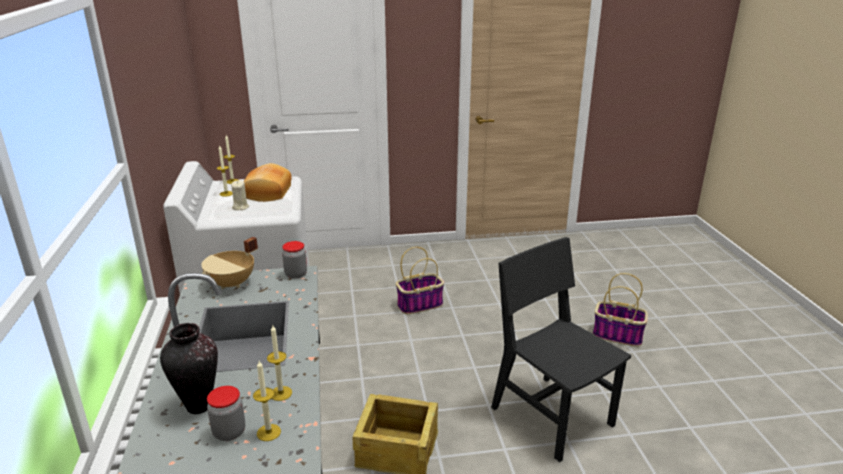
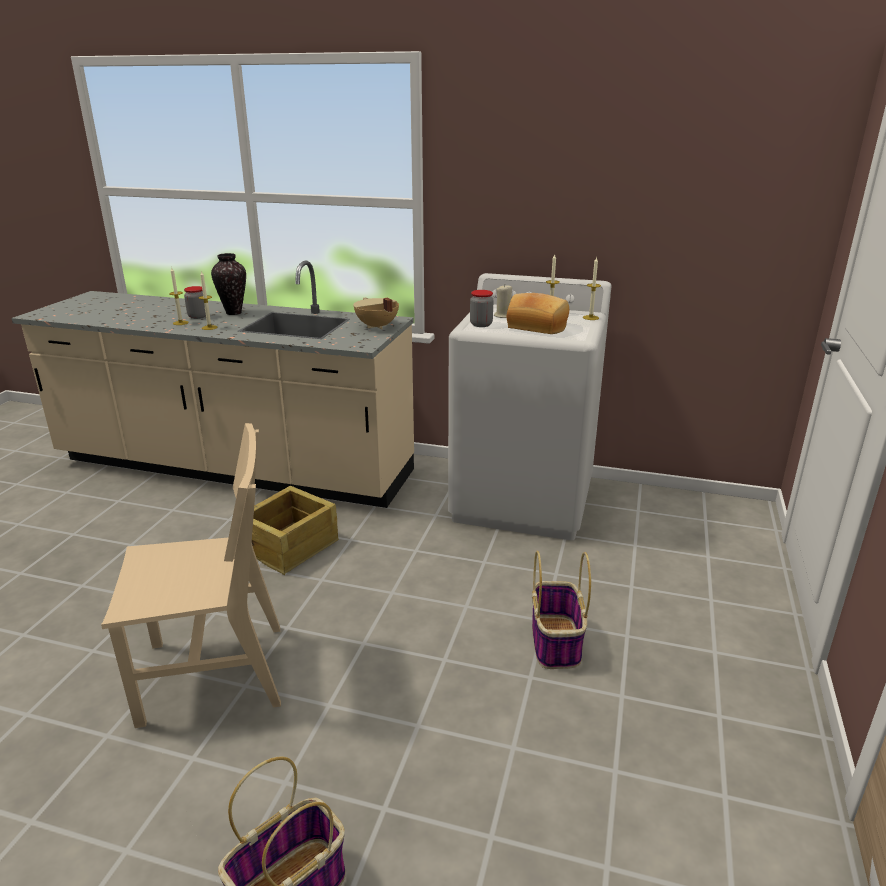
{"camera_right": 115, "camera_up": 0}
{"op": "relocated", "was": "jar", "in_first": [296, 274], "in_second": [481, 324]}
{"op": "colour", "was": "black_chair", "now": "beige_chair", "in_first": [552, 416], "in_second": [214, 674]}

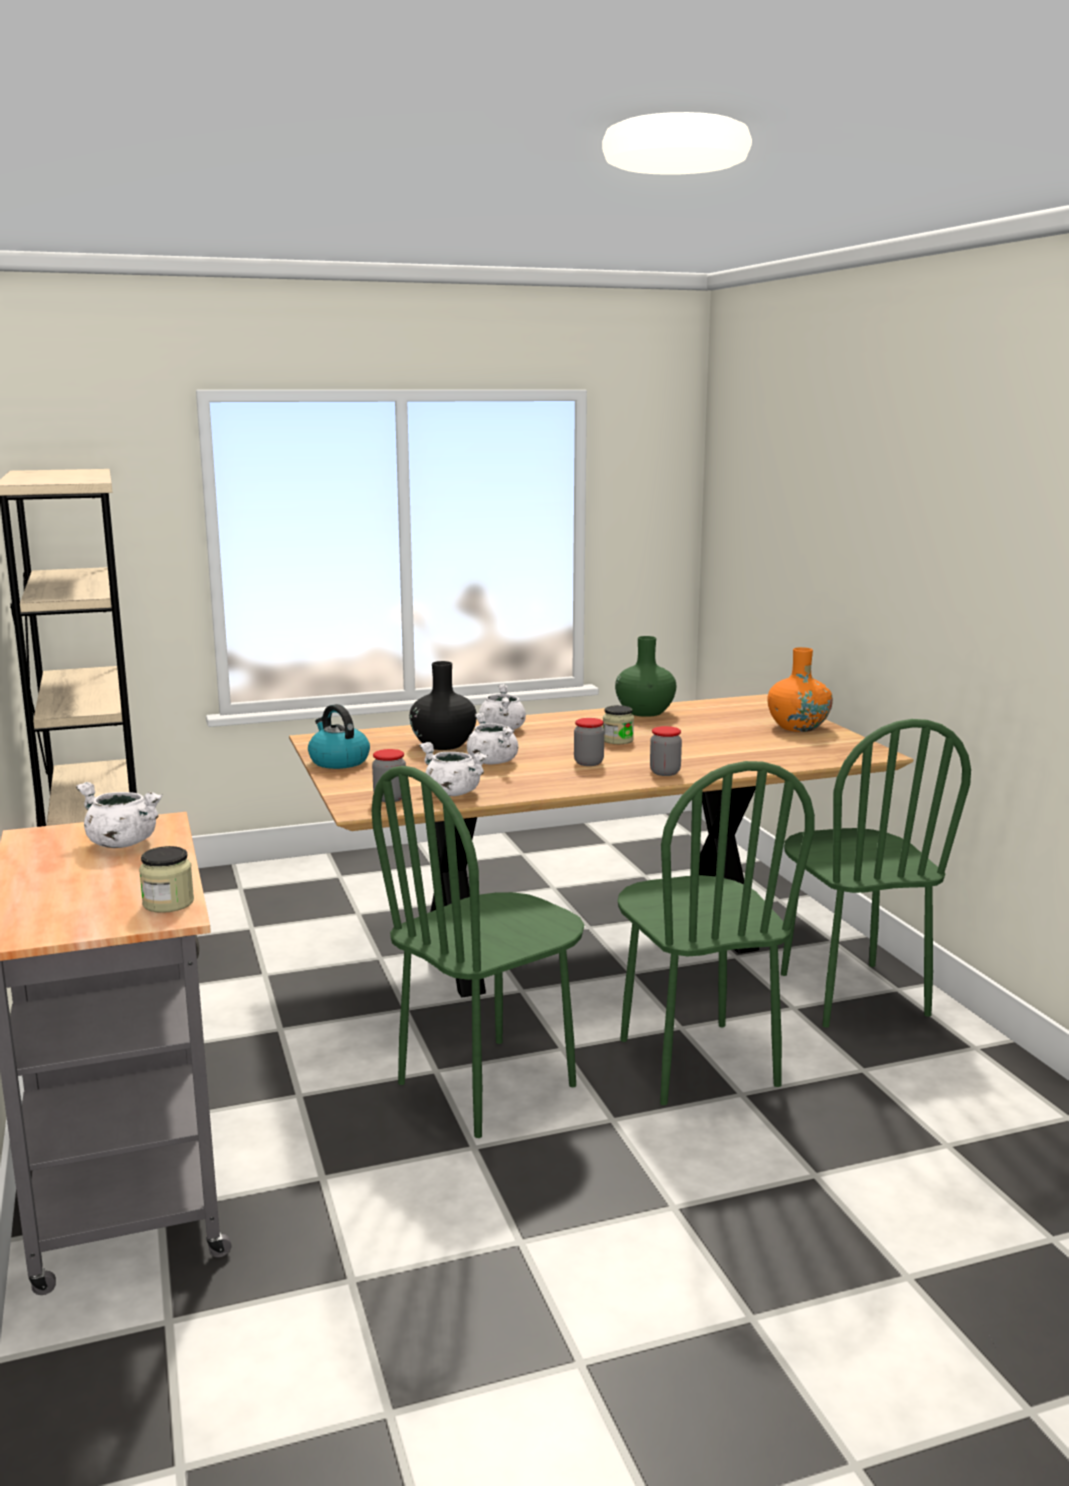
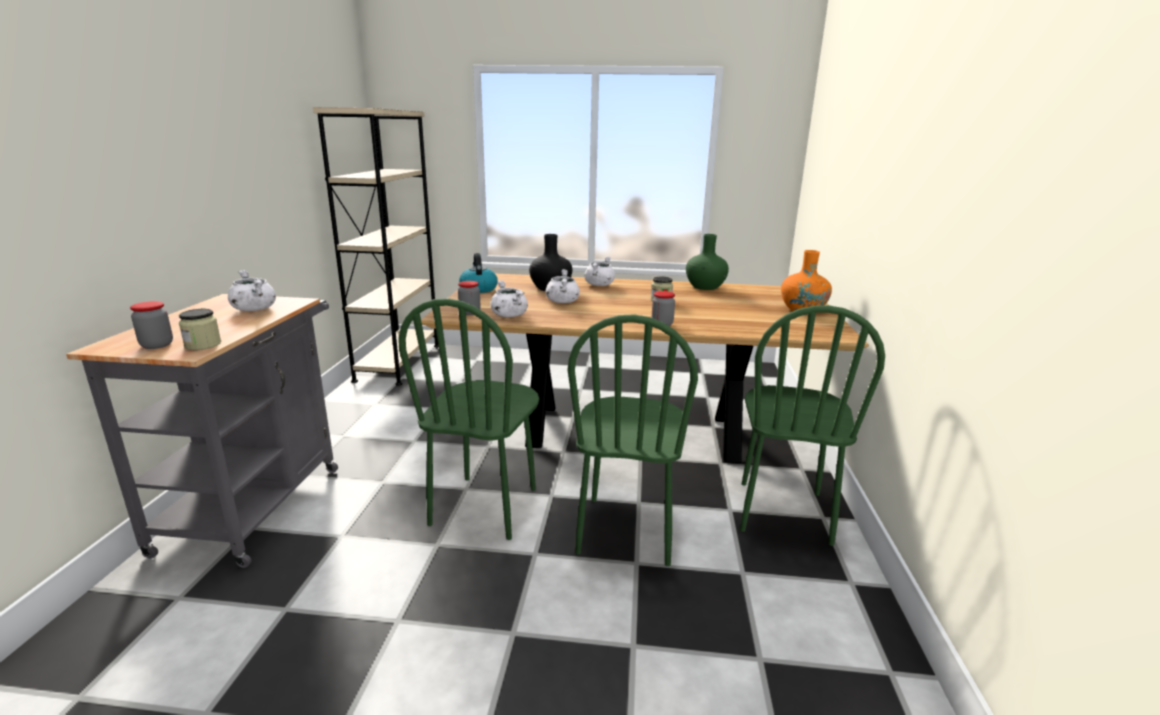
{"camera_right": 25, "camera_up": 5}
{"op": "spun", "was": "green_chair", "in_first": [487, 1085], "in_second": [485, 506], "clockwise": -60}
{"op": "relocated", "was": "jar", "in_first": [588, 763], "in_second": [157, 345]}

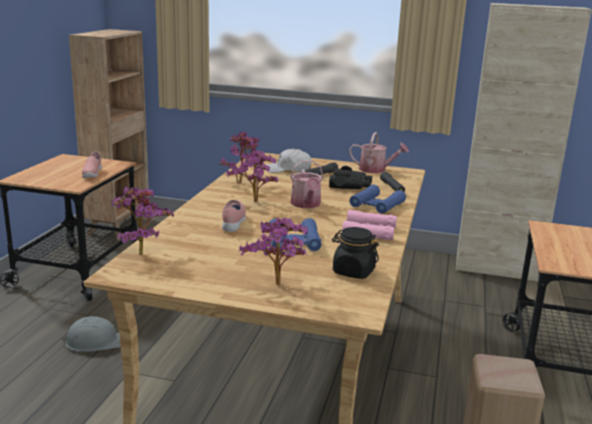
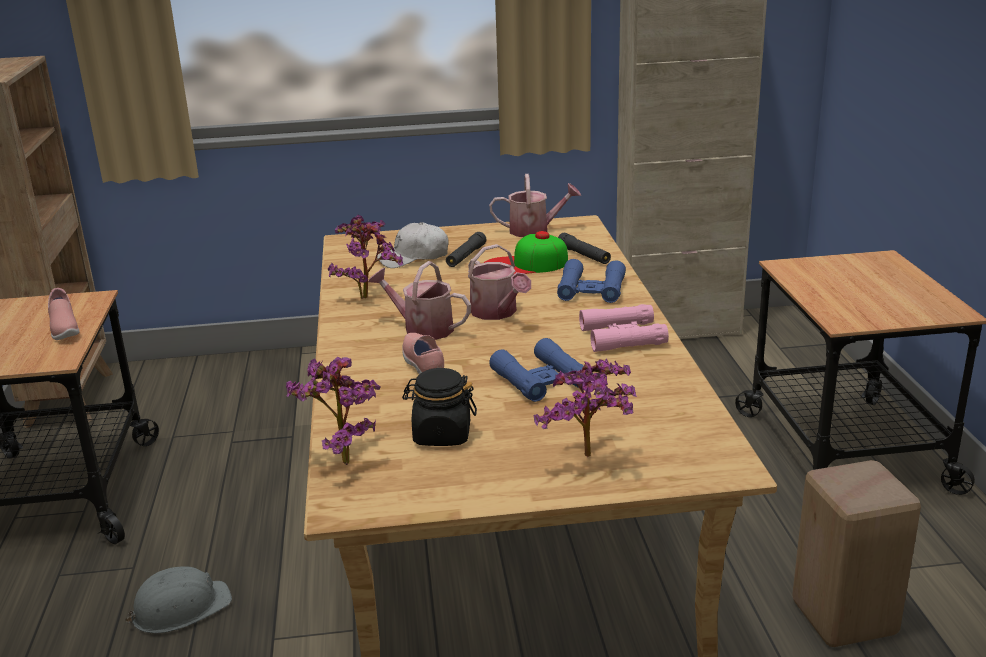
{"camera_right": -20, "camera_up": 5}
{"op": "exchanged", "was": "potted_plant", "now": "watering_can", "in_first": [254, 203], "in_second": [422, 328]}
{"op": "exchanged", "was": "black_binoculars", "now": "cap", "in_first": [350, 185], "in_second": [525, 264]}
{"op": "relocated", "was": "black_jar", "in_first": [353, 271], "in_second": [441, 435]}

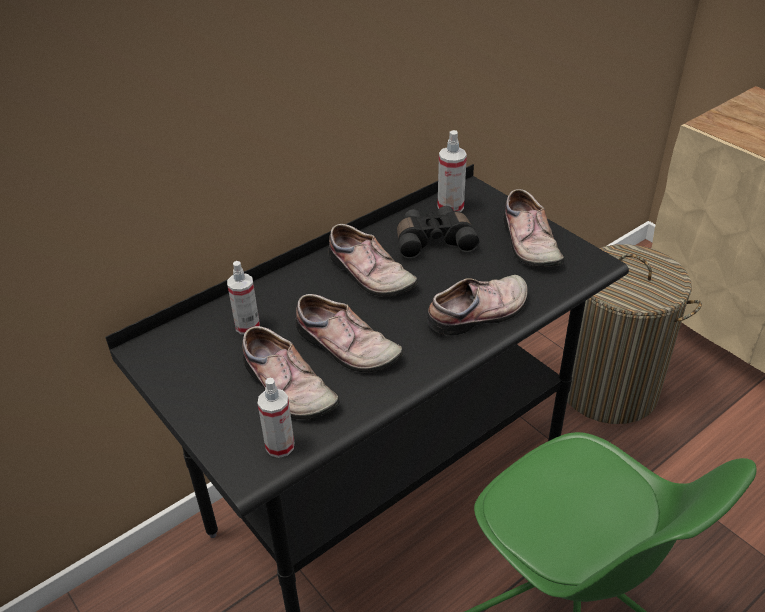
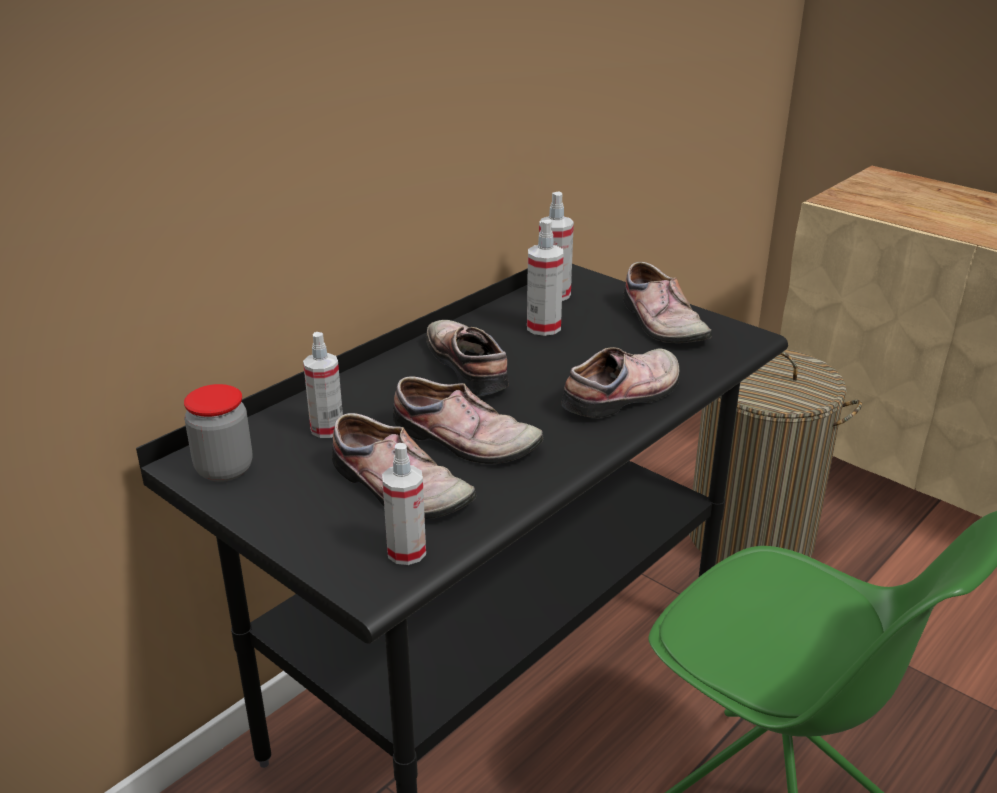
{"camera_right": -10, "camera_up": -10}
{"op": "spun", "was": "shoe", "in_first": [368, 275], "in_second": [471, 366], "clockwise": -150}
{"op": "exchanged", "was": "black_binoculars", "now": "spray_bottle", "in_first": [433, 240], "in_second": [543, 327]}
{"op": "appeared", "now": "jar", "in_second": [224, 469]}

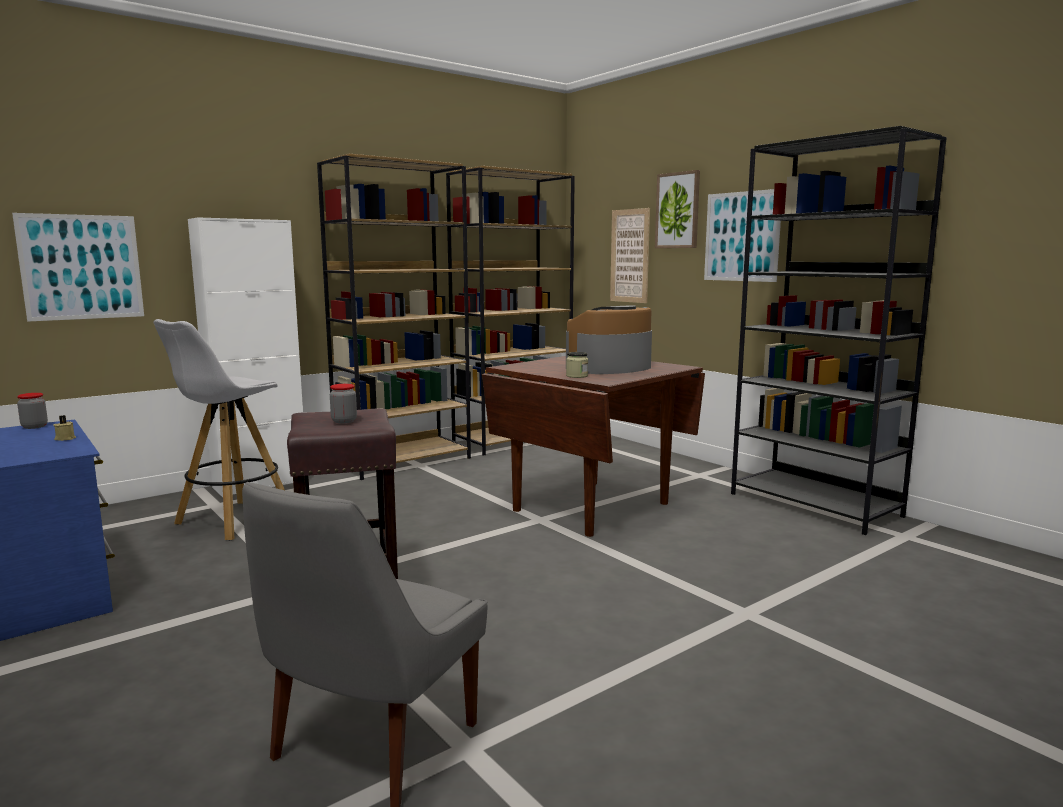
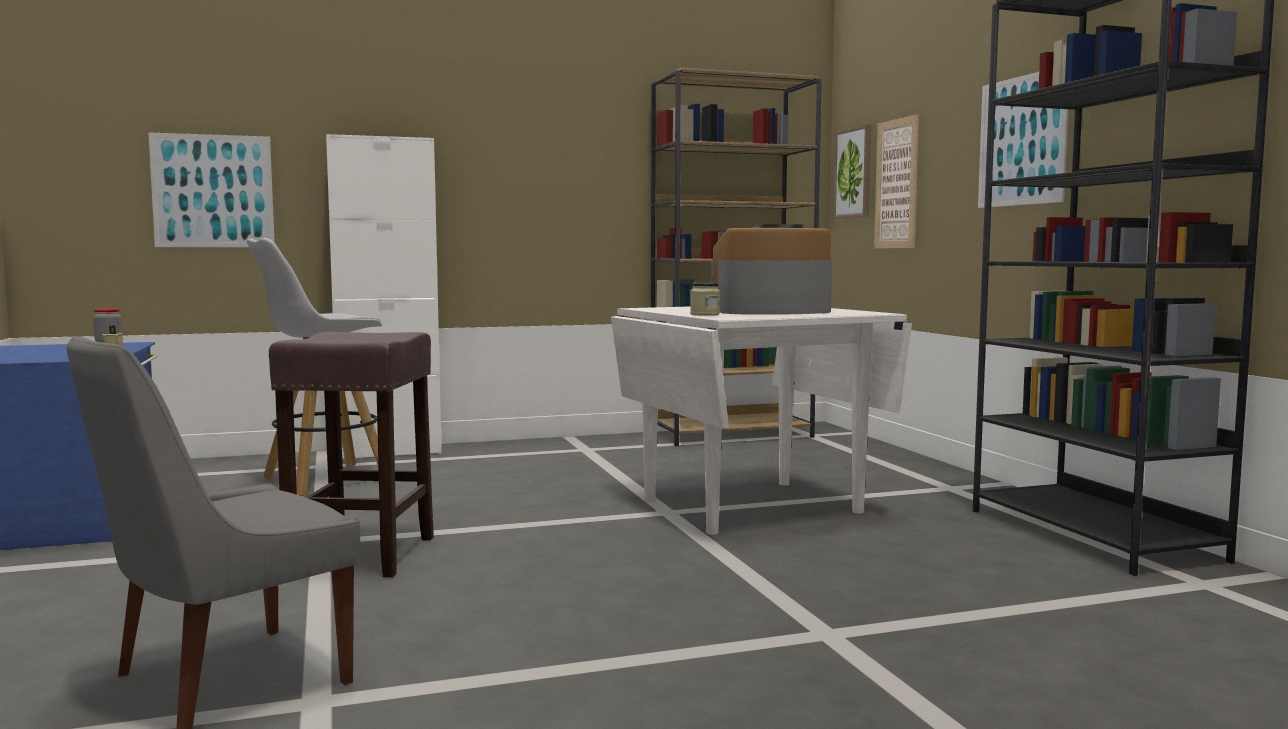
{"camera_right": 20, "camera_up": -5}
{"op": "missing", "was": "brown_bookcase", "in_first": [404, 461]}
{"op": "missing", "was": "jar", "in_first": [344, 421]}
{"op": "colour", "was": "brown_dining_table", "now": "white_dining_table", "in_first": [592, 507], "in_second": [752, 506]}
{"op": "relocated", "was": "picture", "in_first": [678, 210], "in_second": [853, 173]}

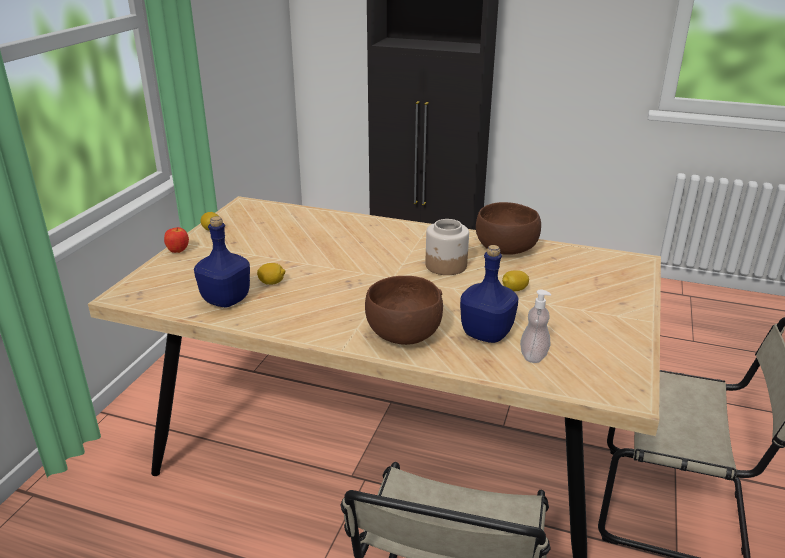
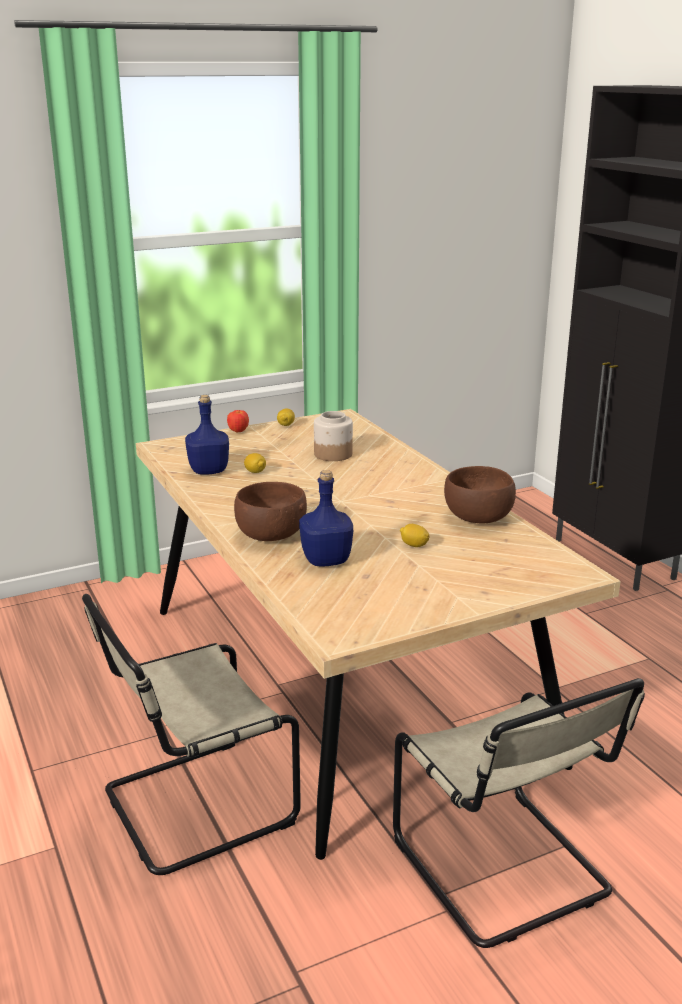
{"camera_right": 45, "camera_up": -5}
{"op": "relocated", "was": "jar", "in_first": [446, 266], "in_second": [332, 454]}
{"op": "missing", "was": "soap_dispenser", "in_first": [533, 355]}

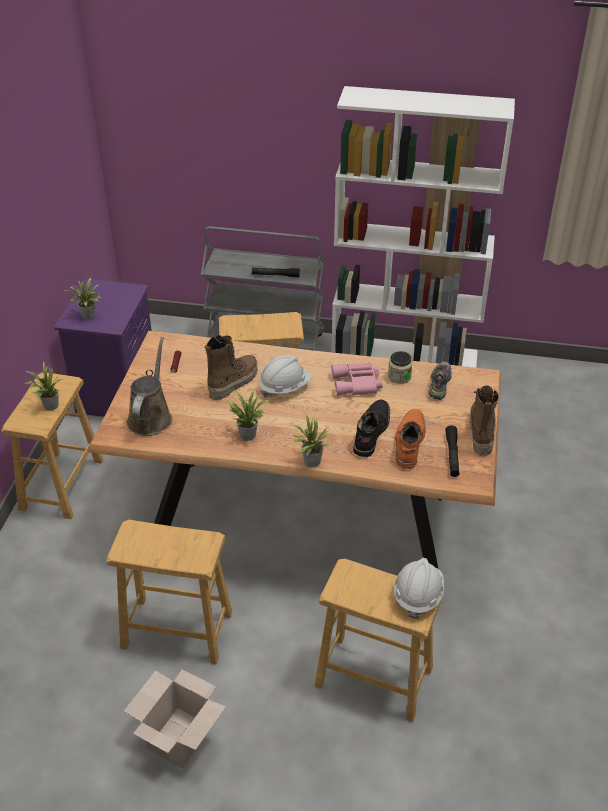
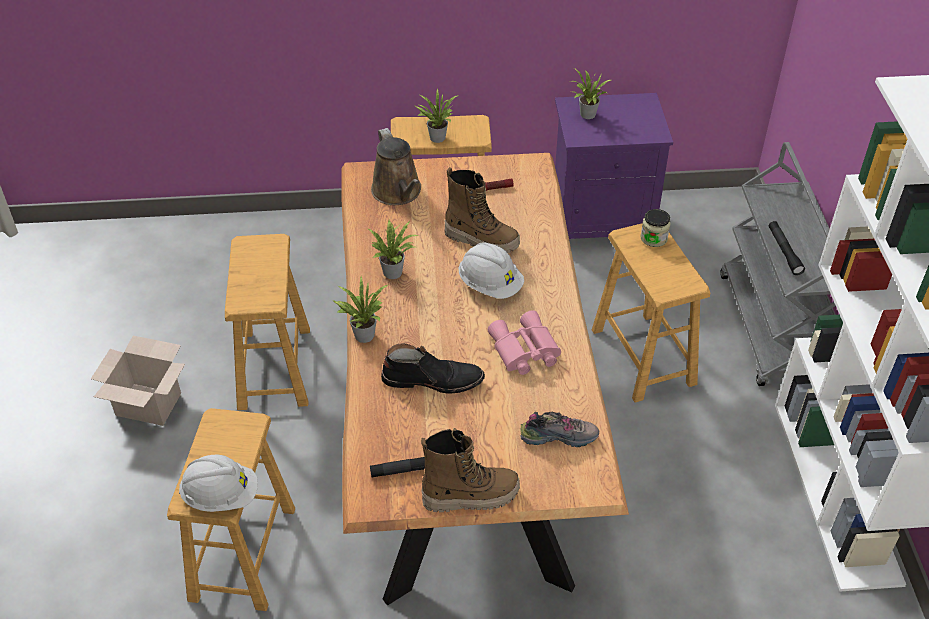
{"camera_right": 75, "camera_up": 5}
{"op": "spun", "was": "brown_watering_can", "in_first": [151, 417], "in_second": [398, 192], "clockwise": 75}
{"op": "relocated", "was": "jar", "in_first": [399, 377], "in_second": [654, 238]}
{"op": "missing", "was": "orange_boot", "in_first": [408, 443]}

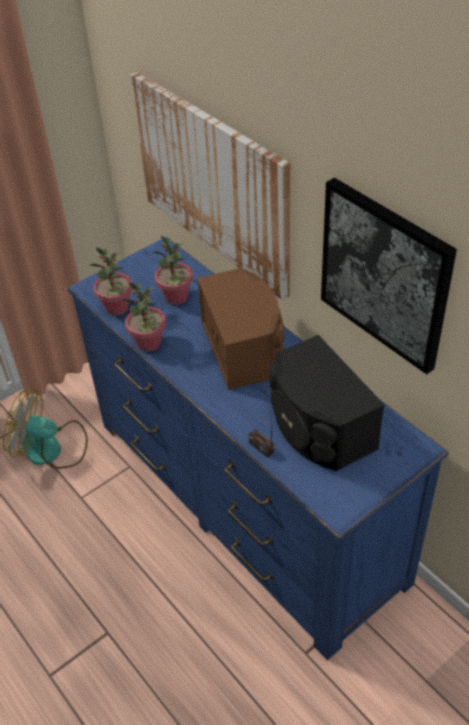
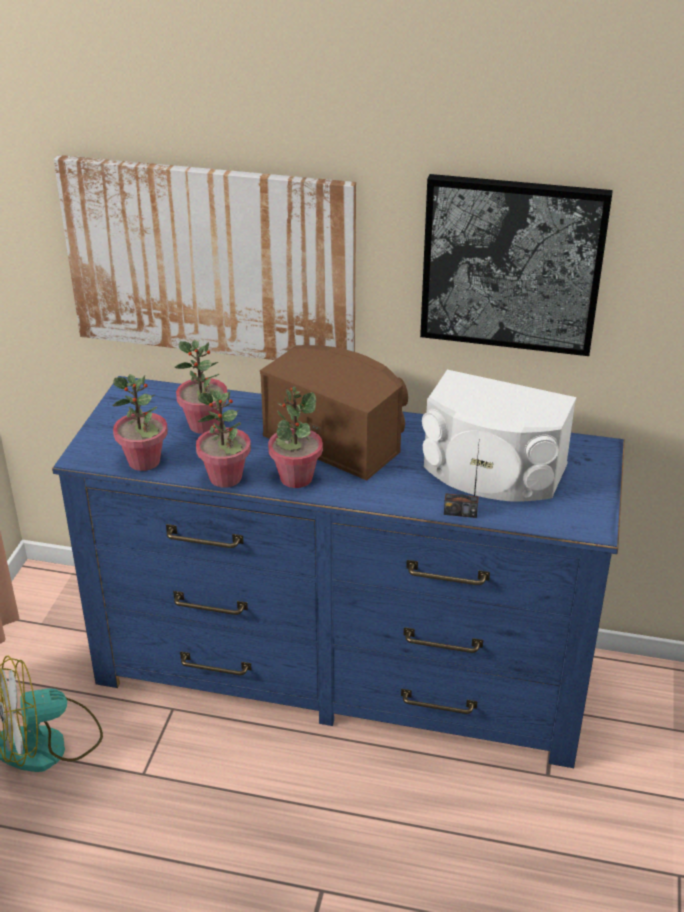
{"camera_right": -40, "camera_up": -10}
{"op": "colour", "was": "black_speaker", "now": "white_speaker", "in_first": [318, 427], "in_second": [492, 471]}
{"op": "appeared", "now": "potted_plant", "in_second": [296, 478]}

